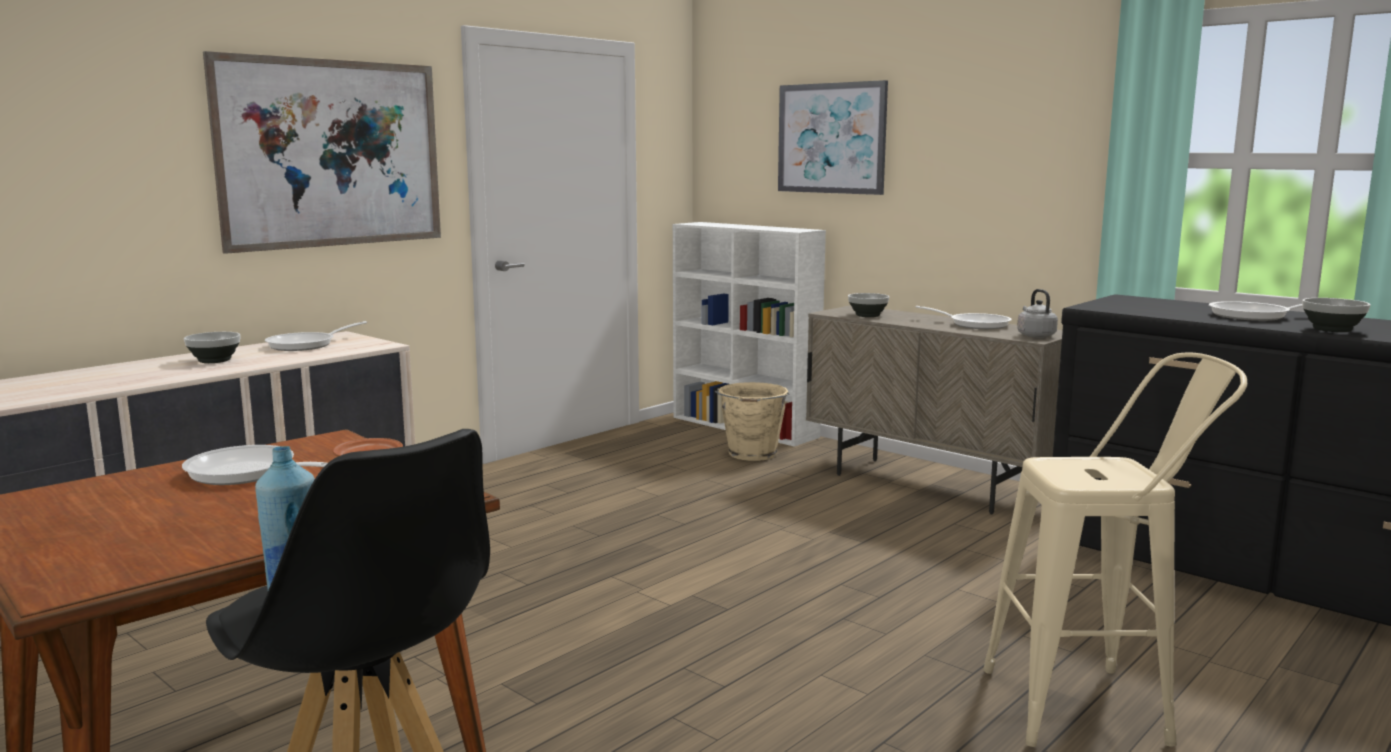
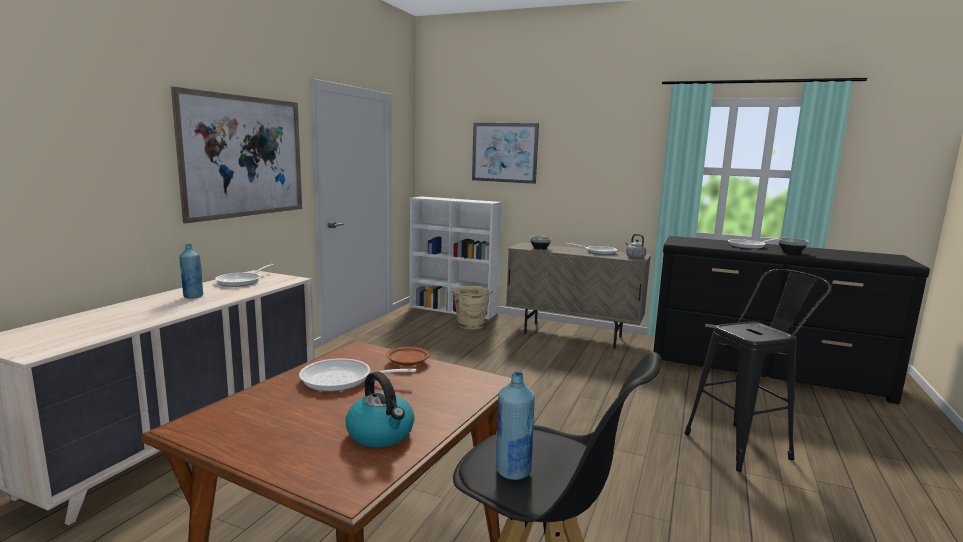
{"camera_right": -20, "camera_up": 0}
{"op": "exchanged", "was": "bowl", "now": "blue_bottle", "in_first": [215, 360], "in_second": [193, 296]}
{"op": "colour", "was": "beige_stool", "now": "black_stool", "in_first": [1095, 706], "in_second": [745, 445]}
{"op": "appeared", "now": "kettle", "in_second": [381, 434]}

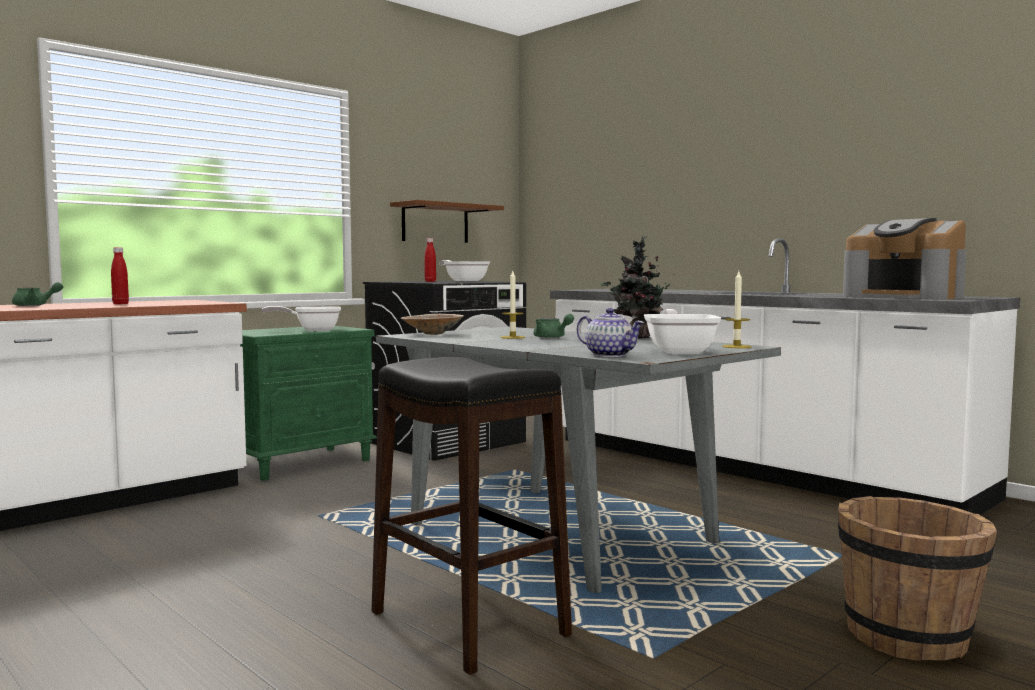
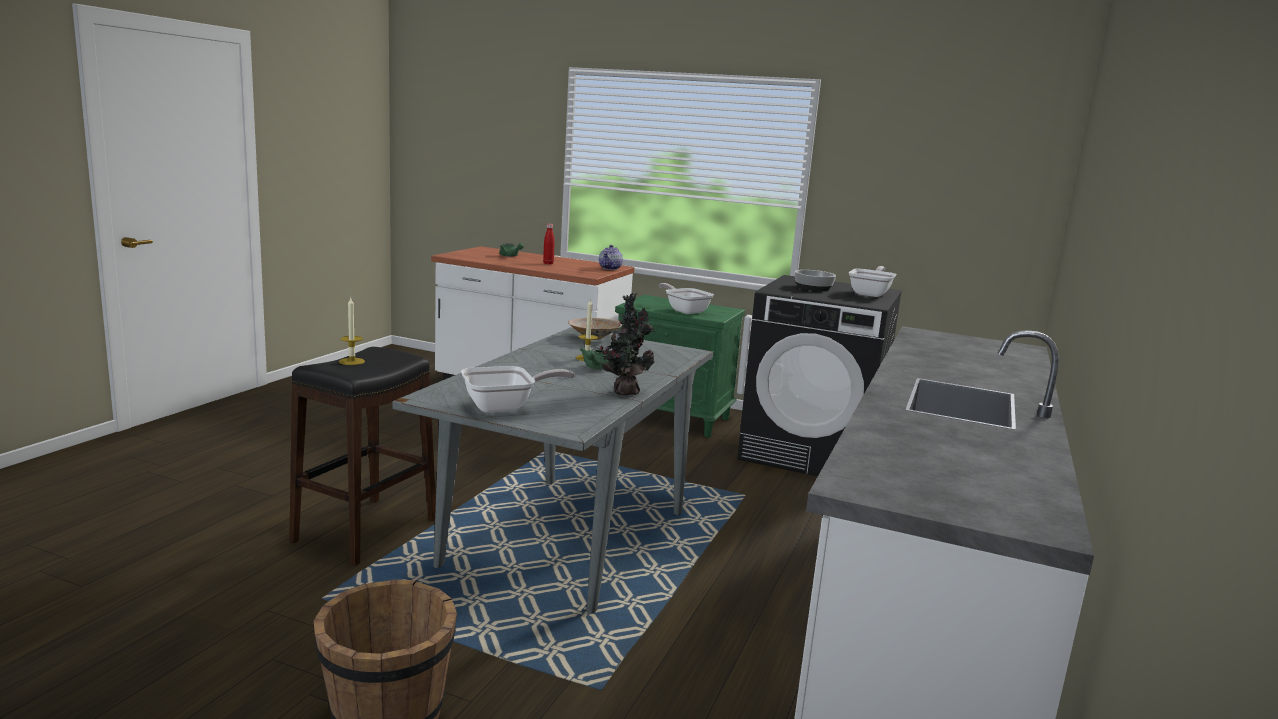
{"camera_right": 65, "camera_up": 10}
{"op": "missing", "was": "brown_shelf", "in_first": [435, 223]}
{"op": "exchanged", "was": "red_bottle", "now": "bowl", "in_first": [430, 281], "in_second": [813, 288]}
{"op": "relocated", "was": "teapot", "in_first": [610, 355], "in_second": [610, 268]}
{"op": "relocated", "was": "candle", "in_first": [736, 347], "in_second": [352, 361]}
{"op": "missing", "was": "coffee_machine", "in_first": [904, 297]}

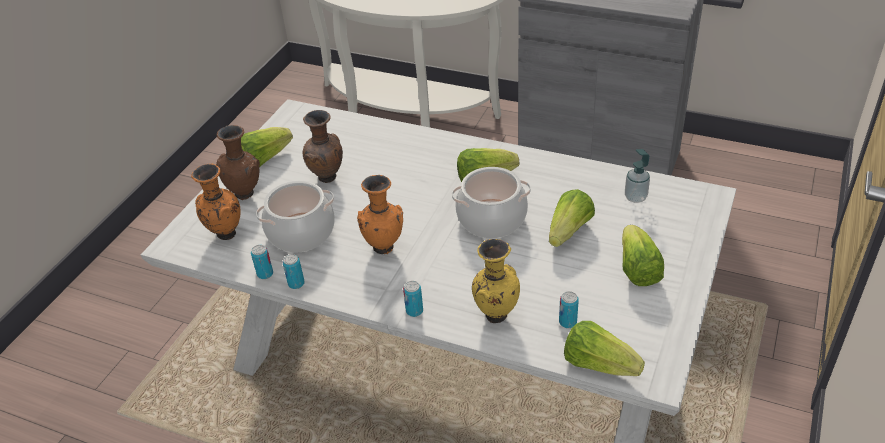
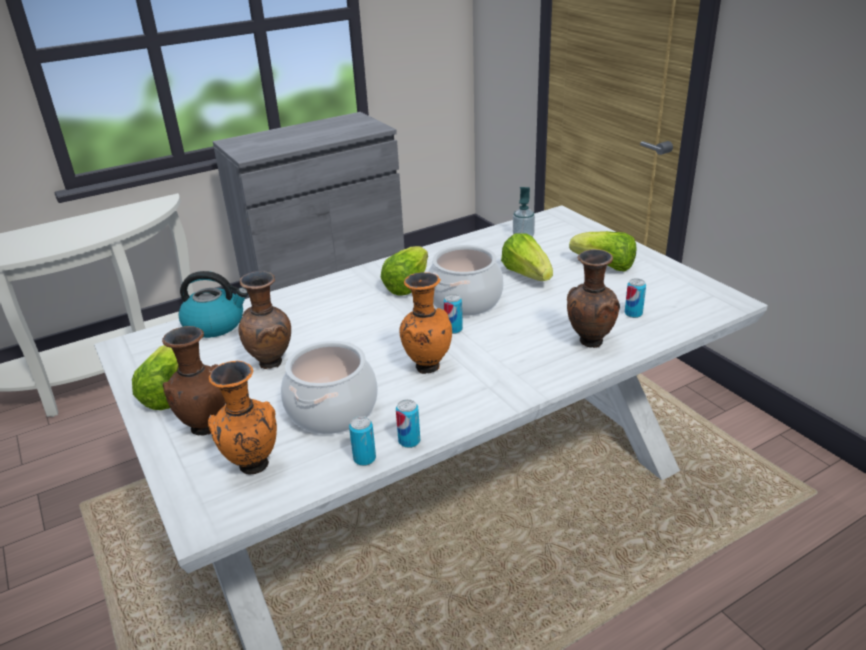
{"camera_right": -55, "camera_up": -10}
{"op": "relocated", "was": "can", "in_first": [414, 311], "in_second": [453, 329]}
{"op": "colour", "was": "yellow_vase", "now": "brown_vase", "in_first": [495, 314], "in_second": [589, 342]}
{"op": "missing", "was": "lettuce", "in_first": [598, 364]}
{"op": "appeared", "now": "kettle", "in_second": [215, 324]}

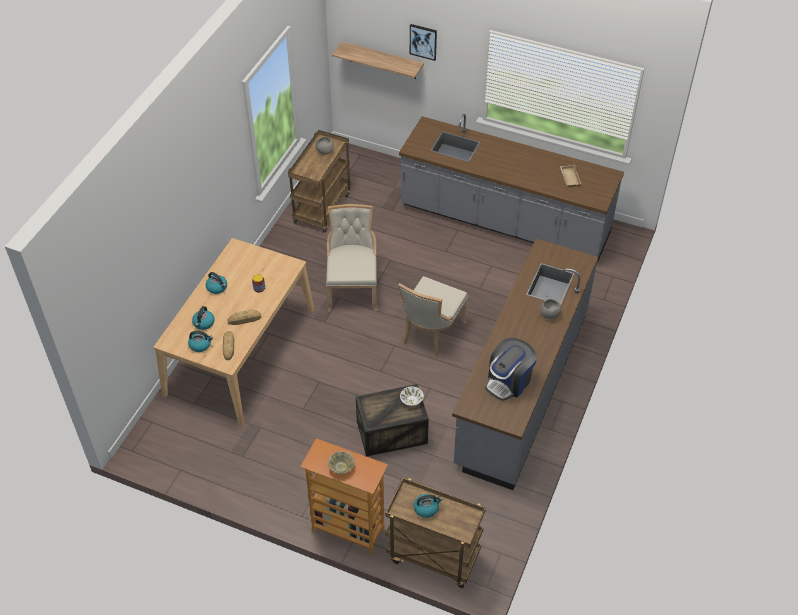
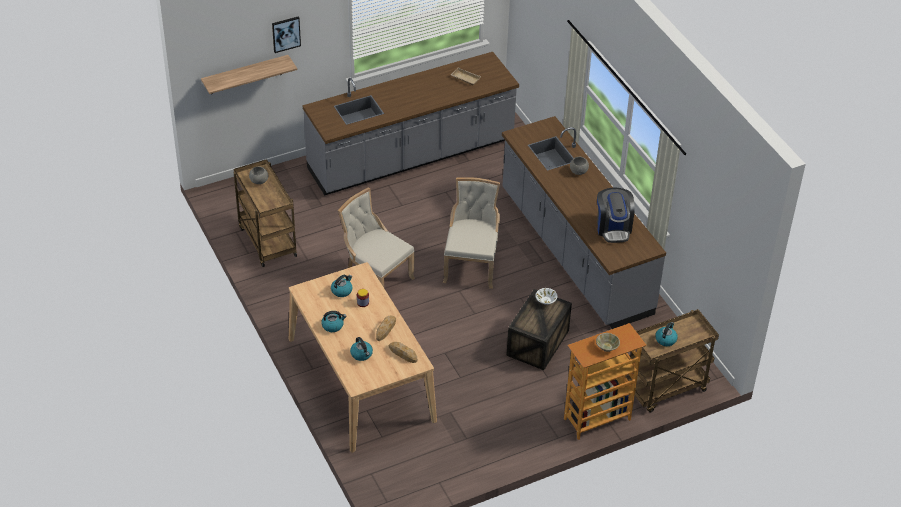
{"camera_right": -50, "camera_up": -5}
{"op": "relocated", "was": "kettle", "in_first": [200, 345], "in_second": [342, 290]}
{"op": "spun", "was": "beige_chair", "in_first": [430, 334], "in_second": [471, 265], "clockwise": -150}

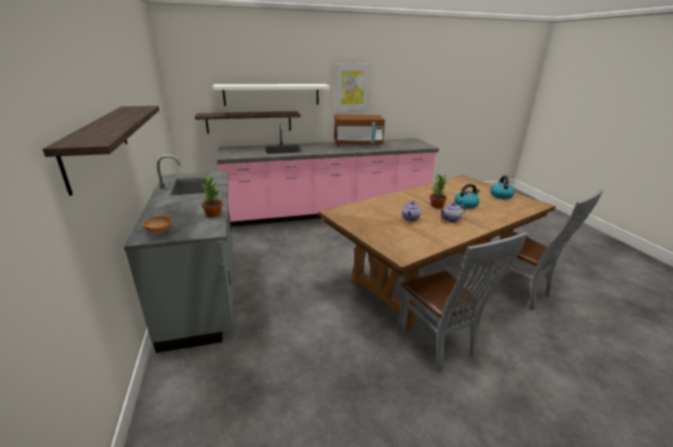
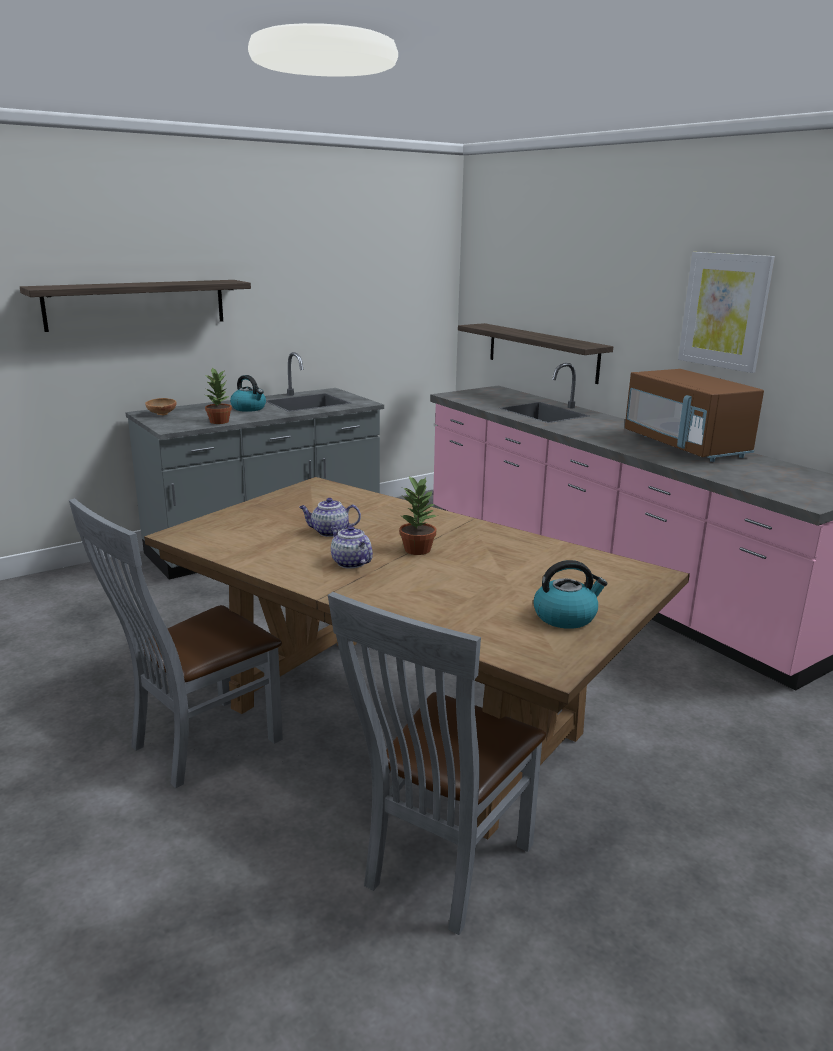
{"camera_right": 70, "camera_up": -5}
{"op": "missing", "was": "white_shelf", "in_first": [272, 94]}
{"op": "relocated", "was": "kettle", "in_first": [466, 205], "in_second": [249, 408]}

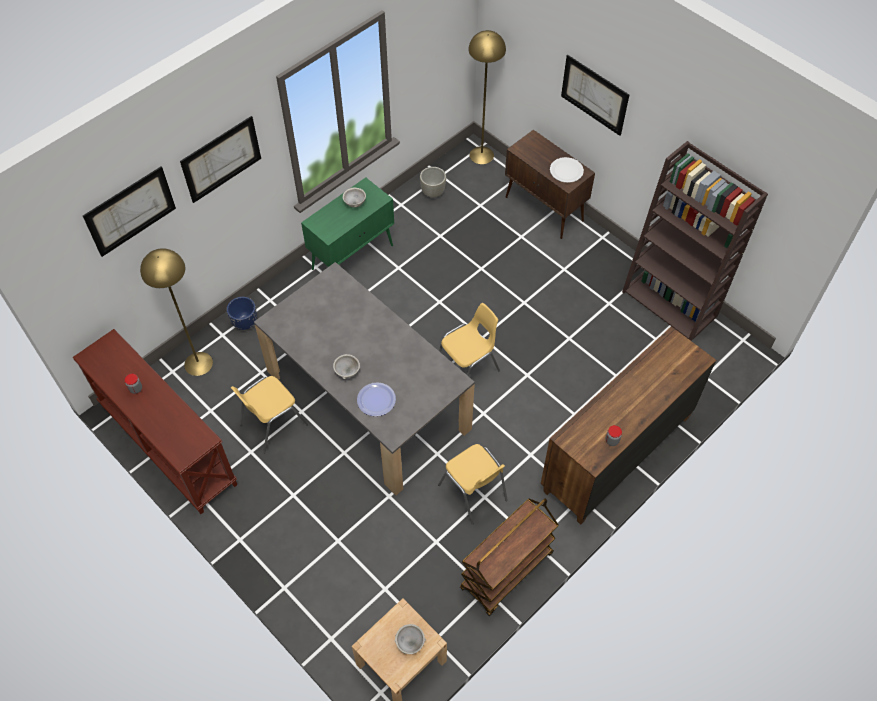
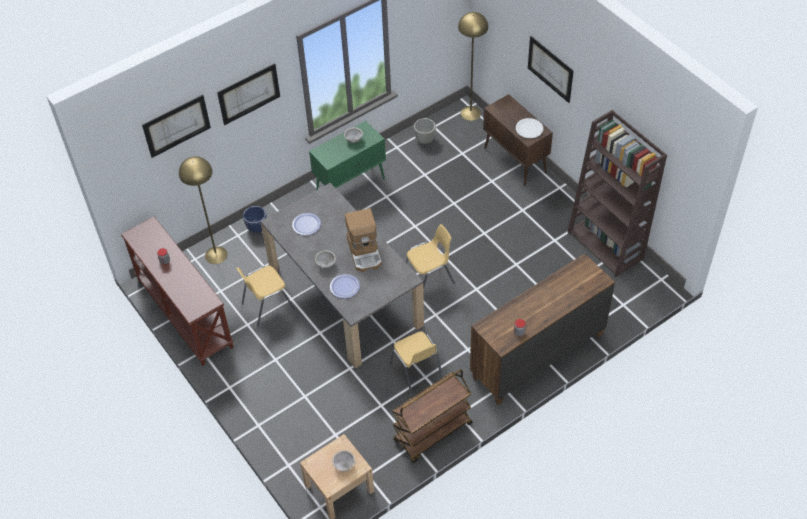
{"camera_right": 10, "camera_up": -5}
{"op": "appeared", "now": "plate", "in_second": [306, 224]}
{"op": "appeared", "now": "coffee_machine", "in_second": [365, 252]}

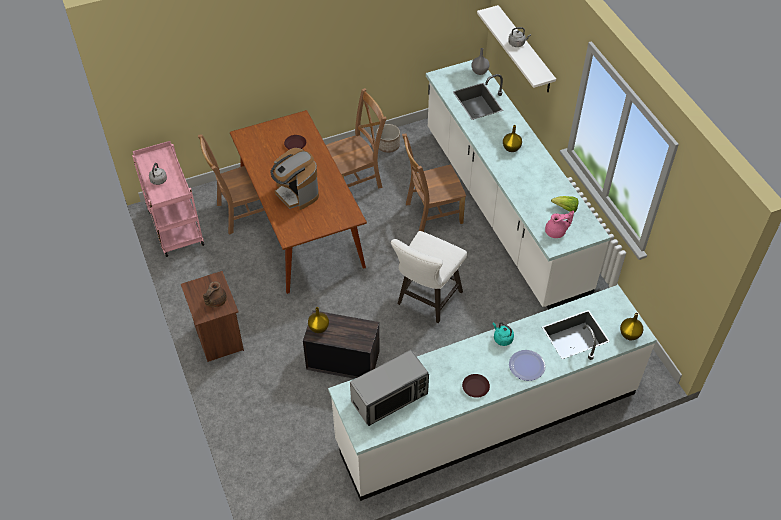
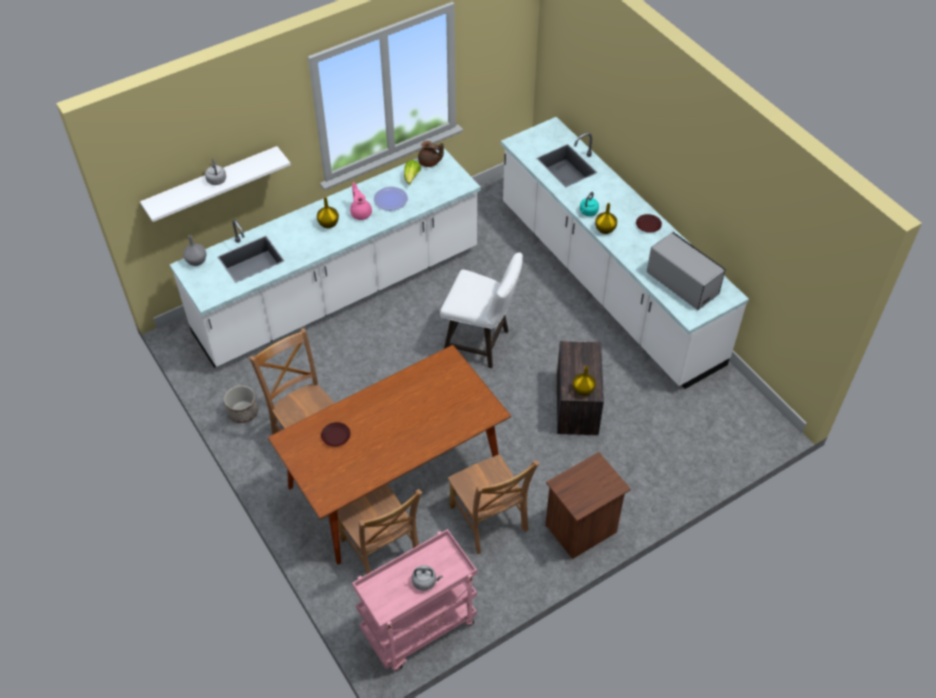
{"camera_right": -100, "camera_up": 0}
{"op": "relocated", "was": "brown_teapot", "in_first": [215, 301], "in_second": [429, 162]}
{"op": "missing", "was": "coffee_machine", "in_first": [296, 193]}
{"op": "relocated", "was": "brown_chair", "in_first": [431, 214], "in_second": [489, 521]}
{"op": "relocated", "was": "plate", "in_first": [526, 366], "in_second": [390, 199]}
{"op": "relocated", "was": "pink_teapot", "in_first": [556, 232], "in_second": [361, 213]}
{"op": "relocated", "was": "yellow_vase", "in_first": [629, 335], "in_second": [605, 230]}

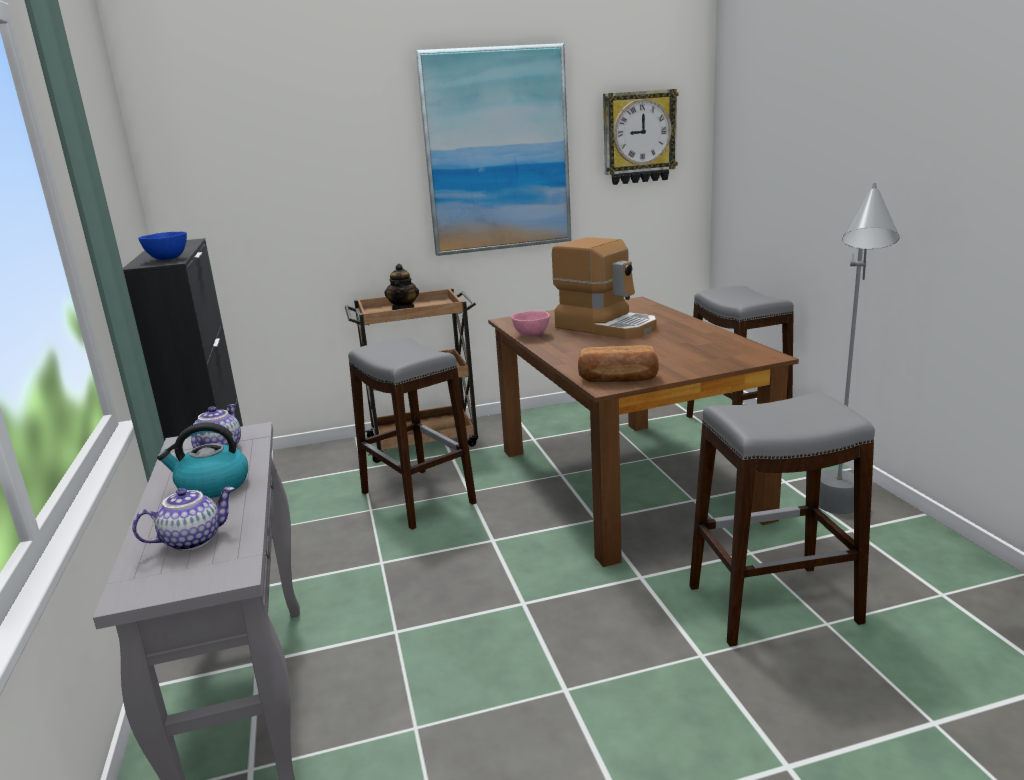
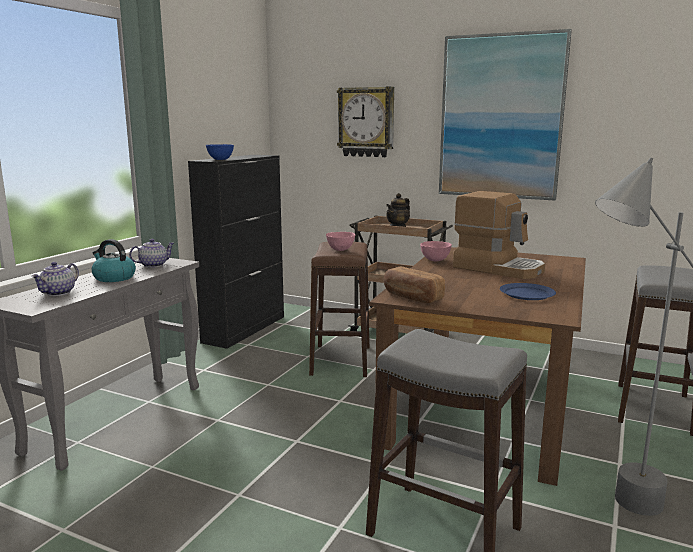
{"camera_right": 40, "camera_up": -5}
{"op": "spun", "was": "teapot", "in_first": [192, 539], "in_second": [58, 293], "clockwise": 105}
{"op": "colour", "was": "grey_stool", "now": "brown_stool", "in_first": [418, 498], "in_second": [341, 360]}
{"op": "spun", "was": "coffee_machine", "in_first": [606, 326], "in_second": [498, 268], "clockwise": -45}
{"op": "relocated", "was": "wall_clock", "in_first": [638, 137], "in_second": [366, 122]}
{"op": "appeared", "now": "pink_bowl", "in_second": [341, 249]}
{"op": "appeared", "now": "blue_plate", "in_second": [527, 294]}

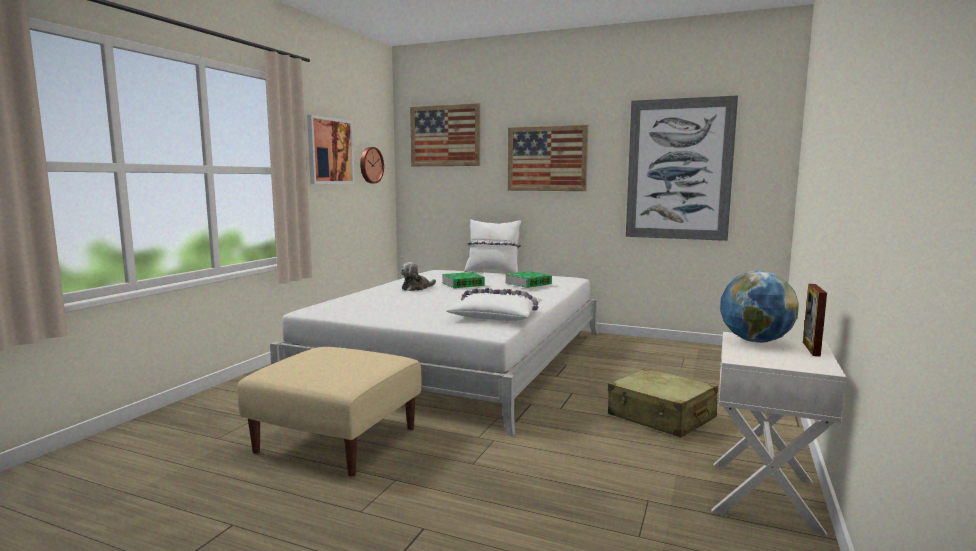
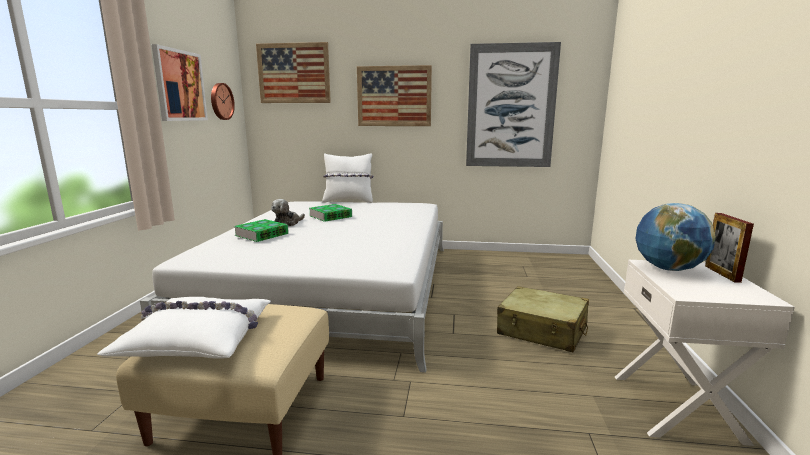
{"camera_right": -15, "camera_up": 5}
{"op": "relocated", "was": "white_pillow", "in_first": [497, 315], "in_second": [199, 338]}
{"op": "relocated", "was": "book", "in_first": [528, 283], "in_second": [262, 234]}

